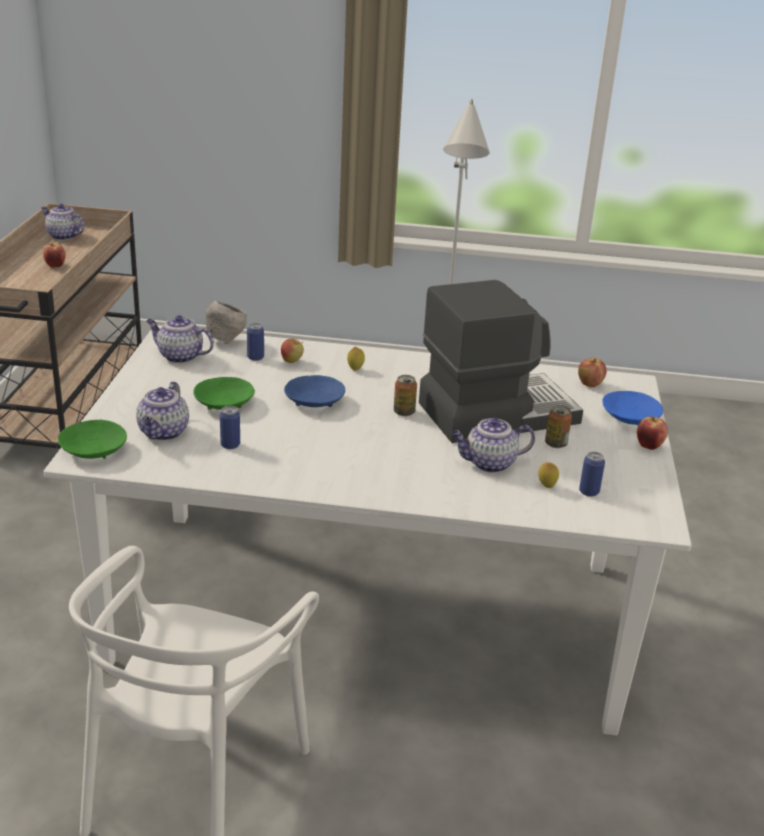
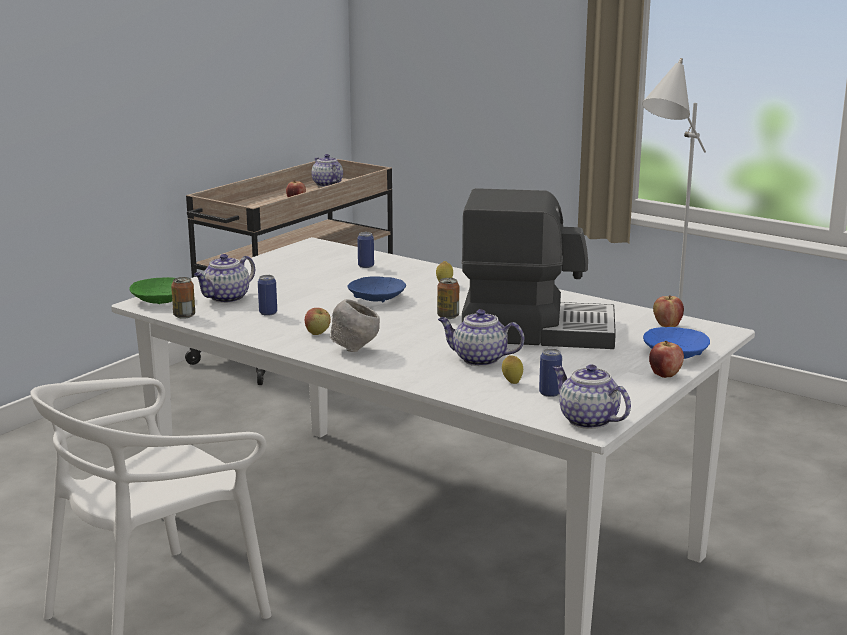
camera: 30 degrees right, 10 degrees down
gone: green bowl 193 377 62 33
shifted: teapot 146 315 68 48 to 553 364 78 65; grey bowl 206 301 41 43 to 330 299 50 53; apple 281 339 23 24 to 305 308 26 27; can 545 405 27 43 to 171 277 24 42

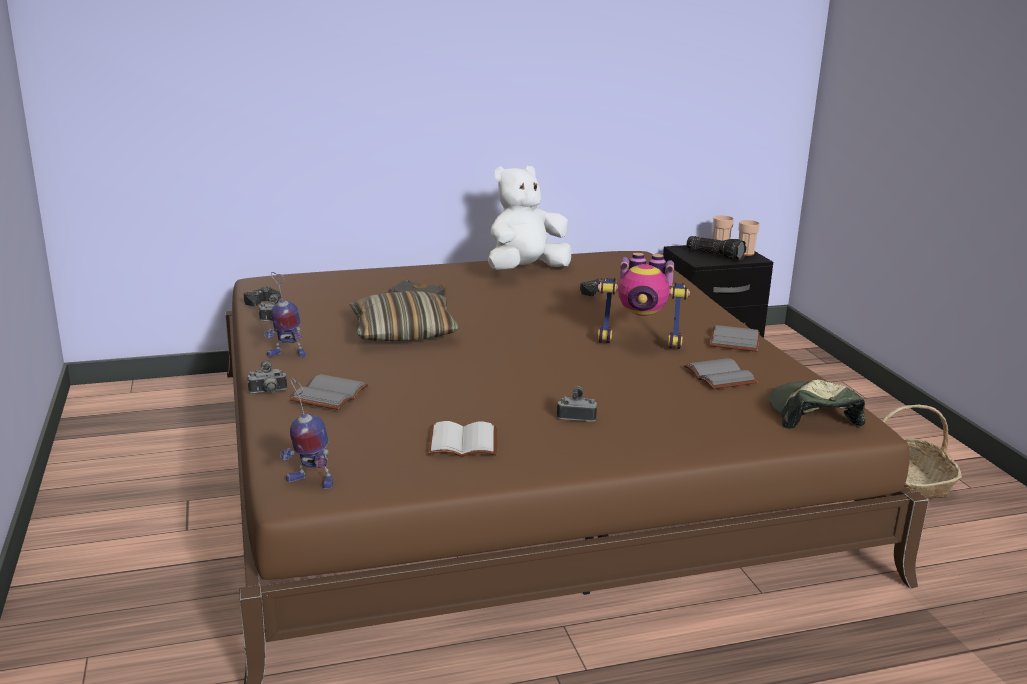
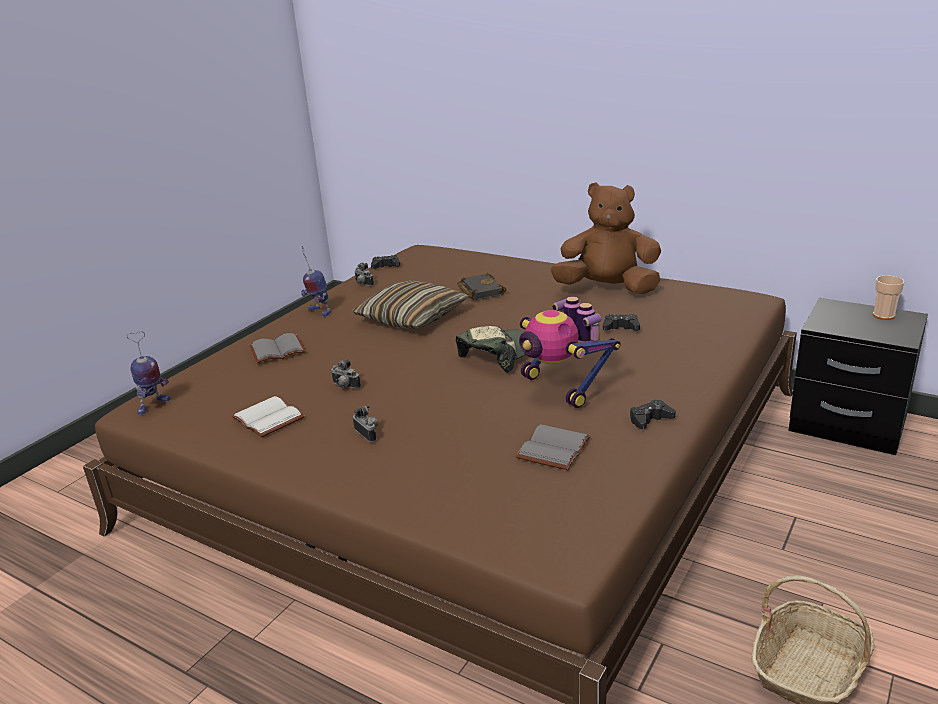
camera: 50 degrees right, 5 degrees up
gone: flashlight 686 236 60 24; cup 738 220 22 36
shifted: photo camera 247 360 40 34 to 331 359 30 30; cap 769 380 96 49 to 456 326 70 47
swapped: grey book 710 325 50 27 to black game controller 630 399 46 30
repainted: white plush toy 488 166 83 104 to brown plush toy 550 182 111 112
rotated: toy robot 280 378 53 111 = 127 331 44 84 120 degrees counterclockwise

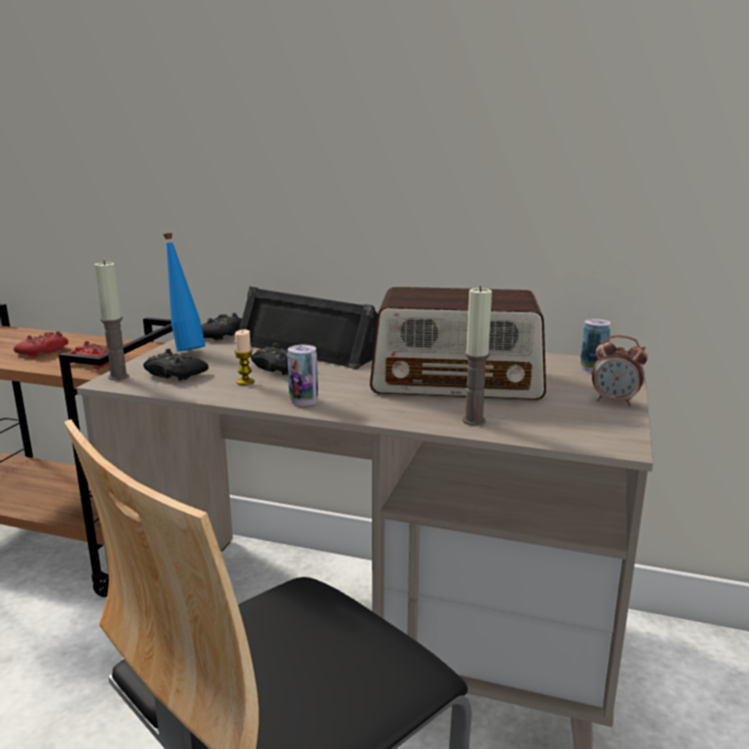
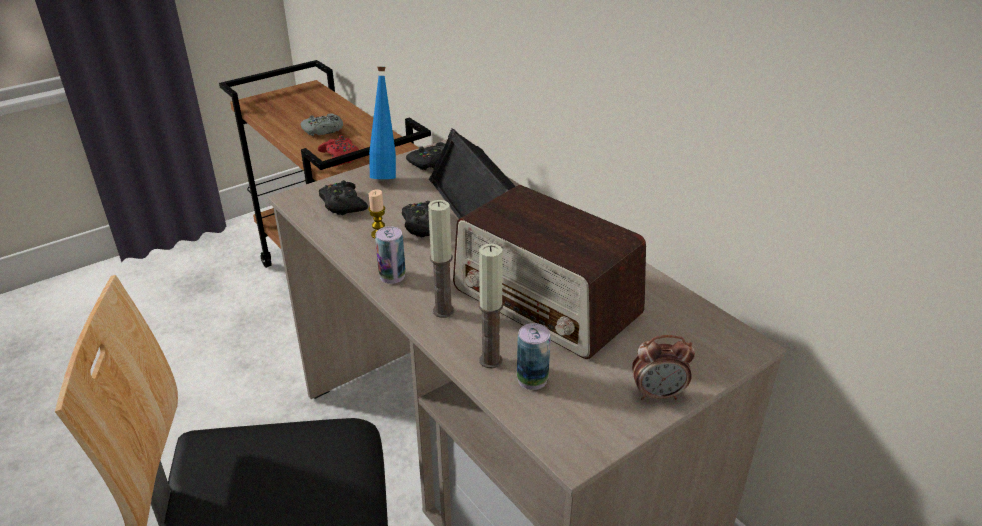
camera: 35 degrees right, 15 degrees up
shifted: candle 94 260 35 120 to 428 200 26 118; can 580 319 31 54 to 517 323 34 67
repainted: red game controller 14 331 54 26 to grey game controller 300 113 43 23
rotated: alarm clock 592 335 56 71 = 632 335 63 65 60 degrees counterclockwise

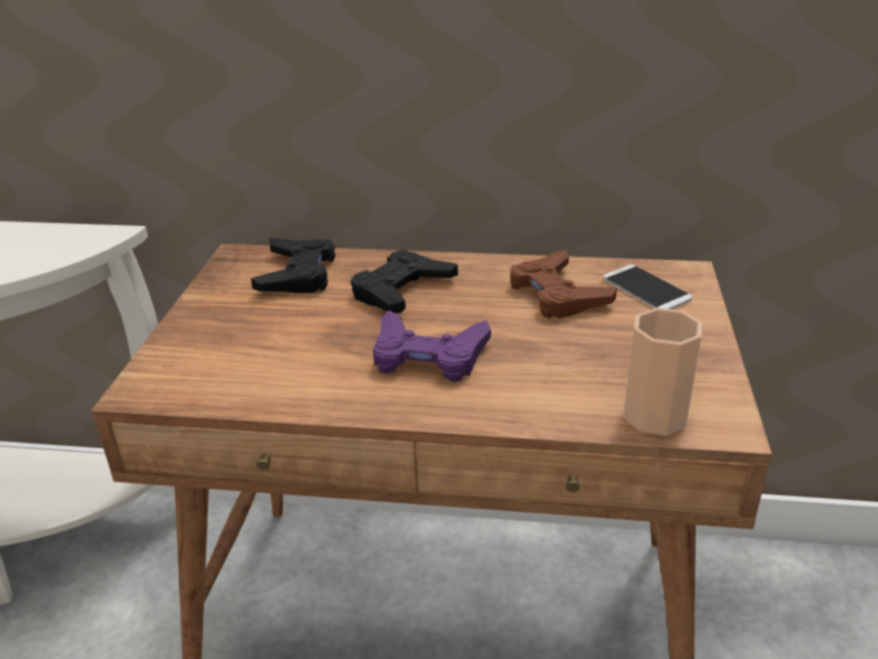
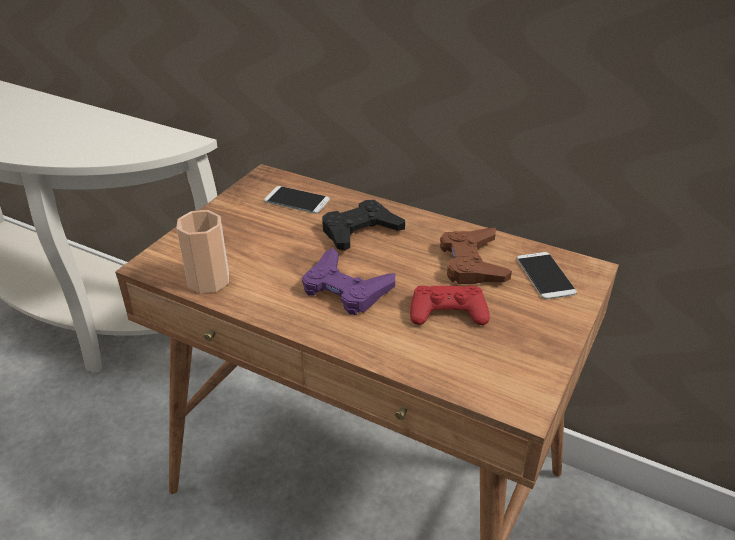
camera: 20 degrees right, 5 degrees up
new: red game controller 410 285 80 40
shifted: cup 623 308 79 128 to 176 210 53 83
swapped: black game controller 251 238 85 55 to phone 264 186 66 28

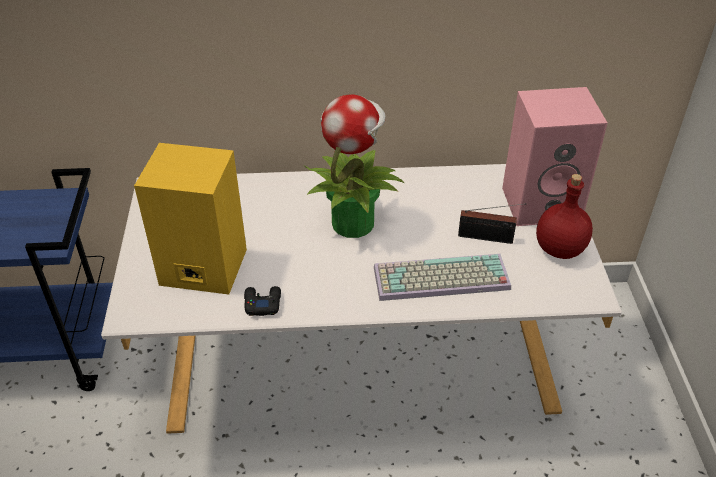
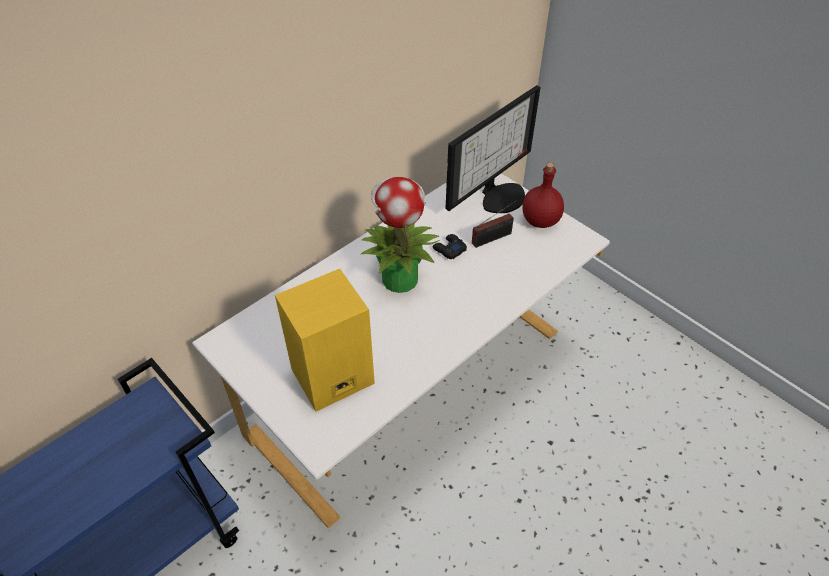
camera: 40 degrees left, 5 degrees up
gone: keyboard 374 254 137 47
shifted: black game controller 244 286 37 30 to 432 234 35 25
swapped: pink speaker 502 87 106 139 to monitor 445 85 96 128

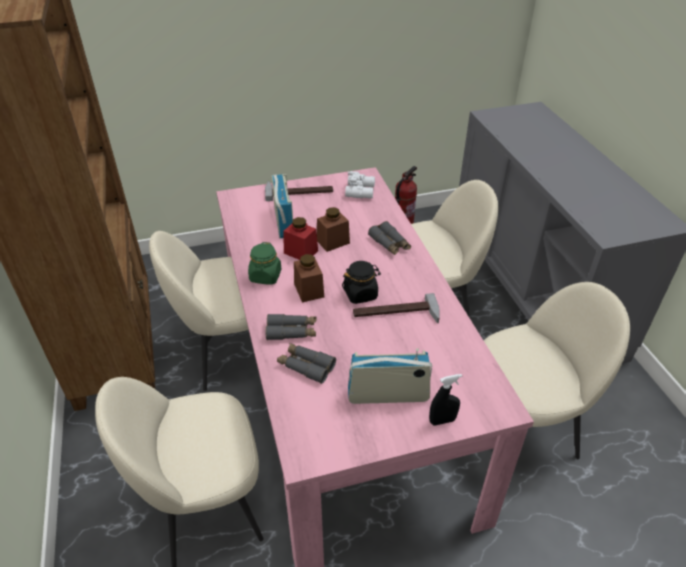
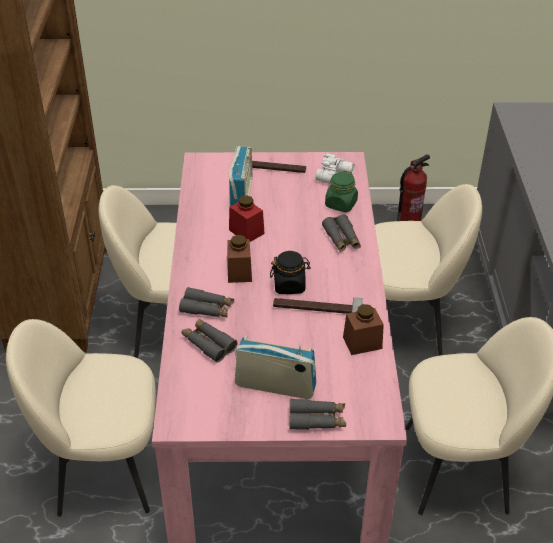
camera: 15 degrees right, 0 degrees up
shifted: green jar 248 242 33 43 to 325 171 33 41; brown jar 317 207 33 45 to 343 304 41 51
swapped: black spray bottle 429 374 33 52 to grey binoculars 289 399 57 31

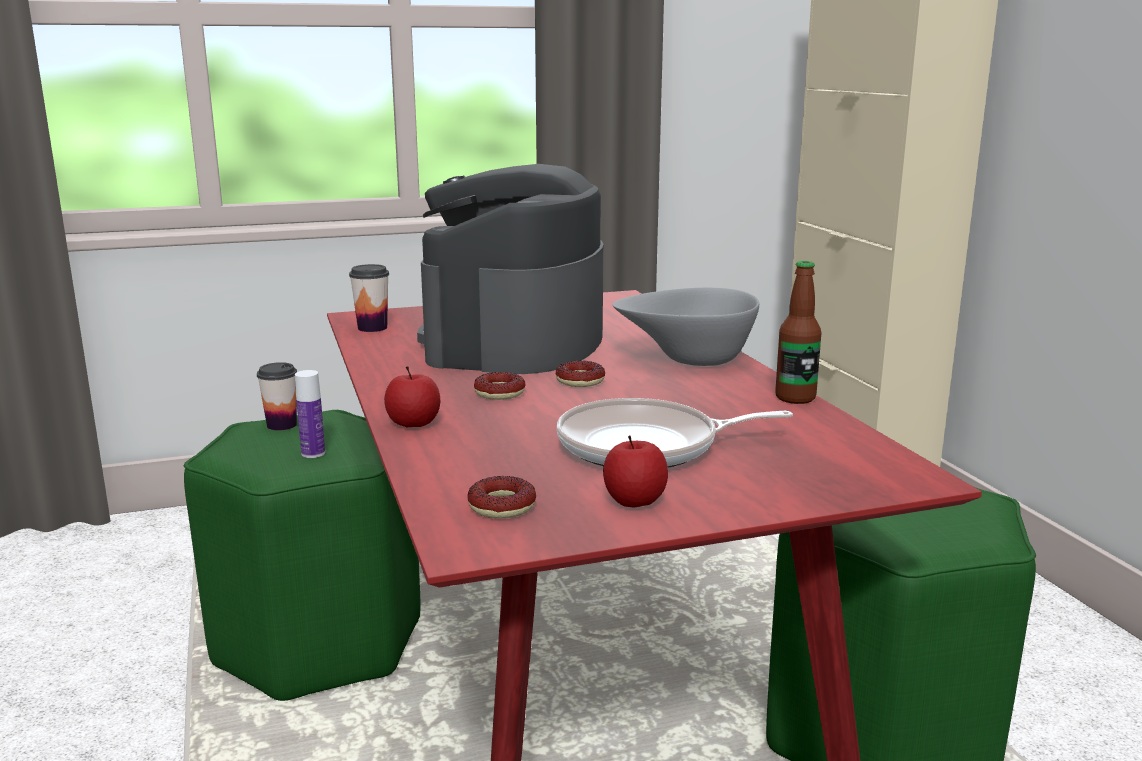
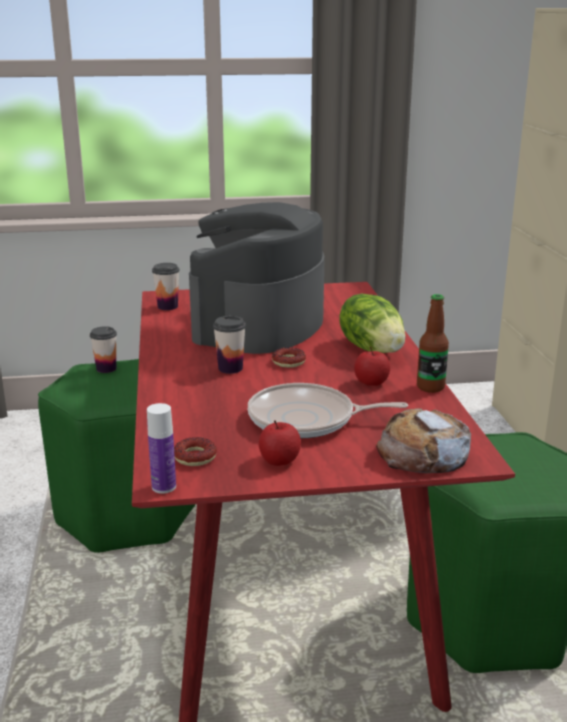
camera: 10 degrees right, 5 degrees up
new: bread 376 408 95 65
shifted: bottle 295 370 30 88 to 147 403 29 91; apple 384 366 56 61 to 354 347 36 39
swapped: donut 474 372 52 28 to cup 213 316 33 58; grey bowl 613 288 146 78 to lettuce 340 294 66 59

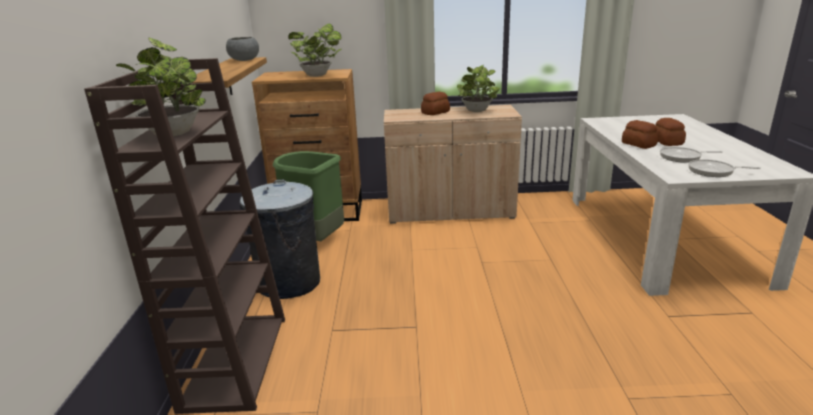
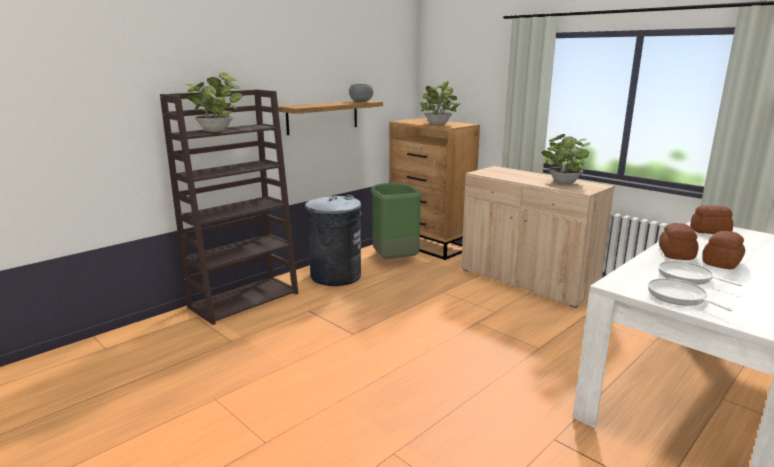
camera: 45 degrees right, 5 degrees down
shifted: bread 421 92 29 23 to 690 205 43 29

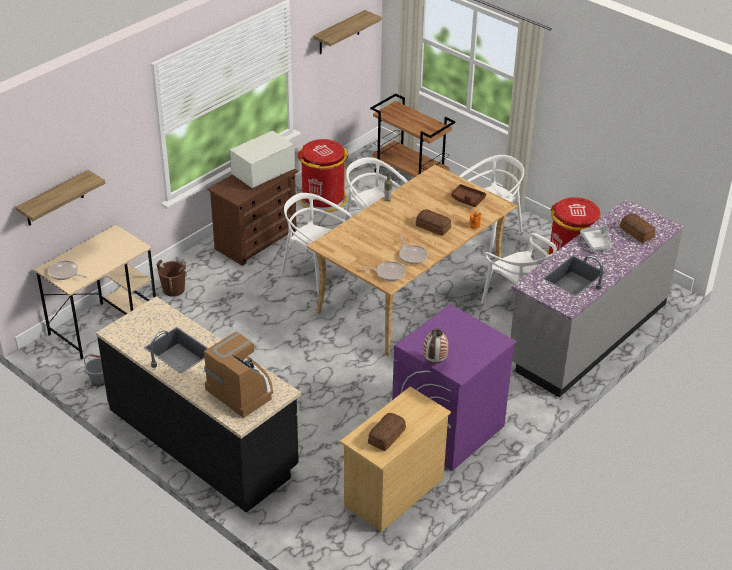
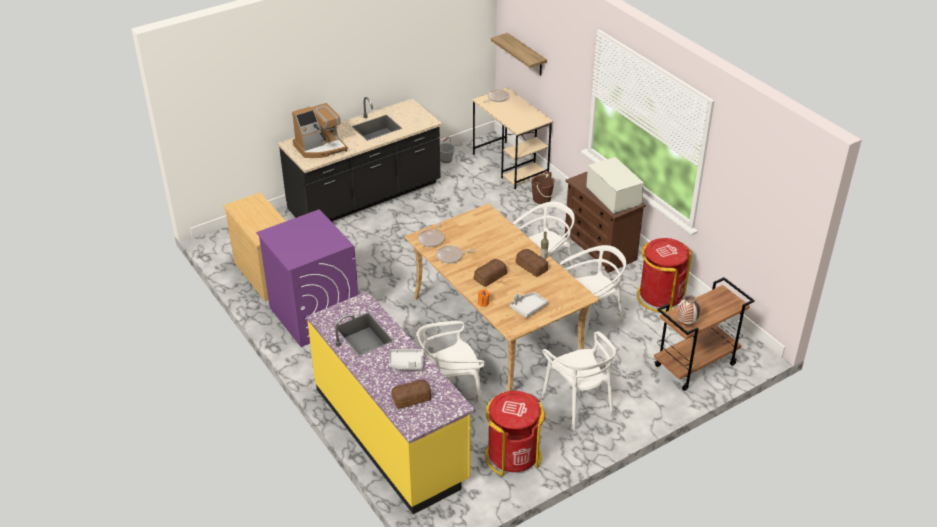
camera: 105 degrees right, 0 degrees up
gone: shelf 313 10 69 44
shifted: bread 368 413 38 38 to 516 249 32 28; vase 423 329 26 34 to 677 295 23 31
repainted: brown tray 451 184 35 23 to grey tray 510 292 38 26; grey counter 510 199 174 198 to yellow counter 306 291 169 223

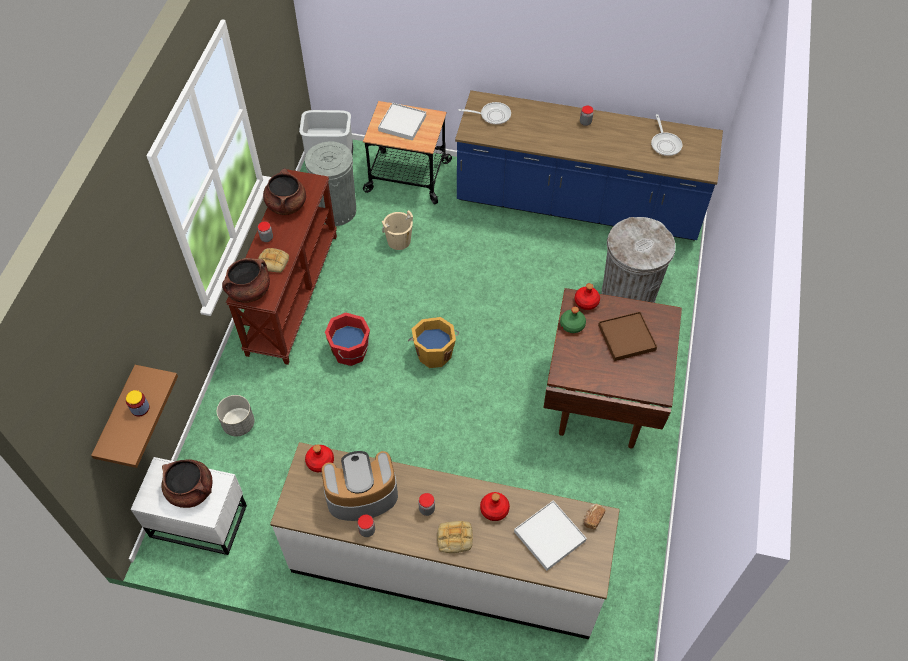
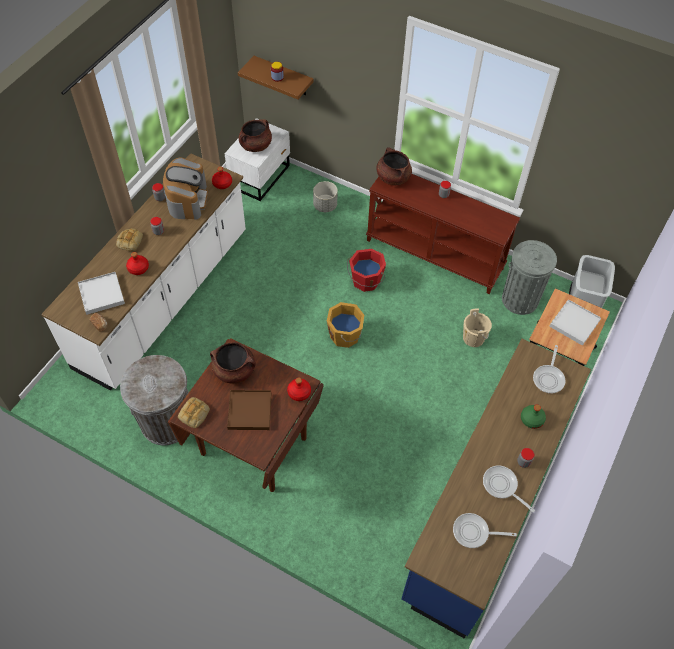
camera: 105 degrees right, 0 degrees up
new: frying pan 483 466 52 46
shifted: bread 258 248 31 25 to 178 397 32 31; brown cooking pot 263 168 43 47 to 210 342 46 42; green bottle 560 307 26 26 to 521 405 25 24; grey trash can 602 217 73 86 to 120 355 69 90

